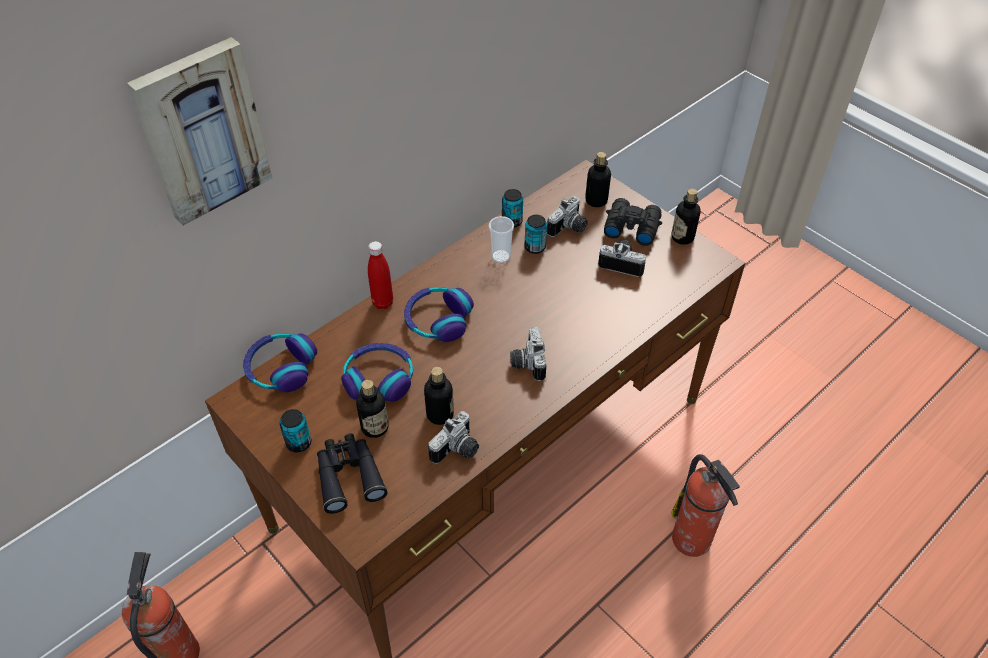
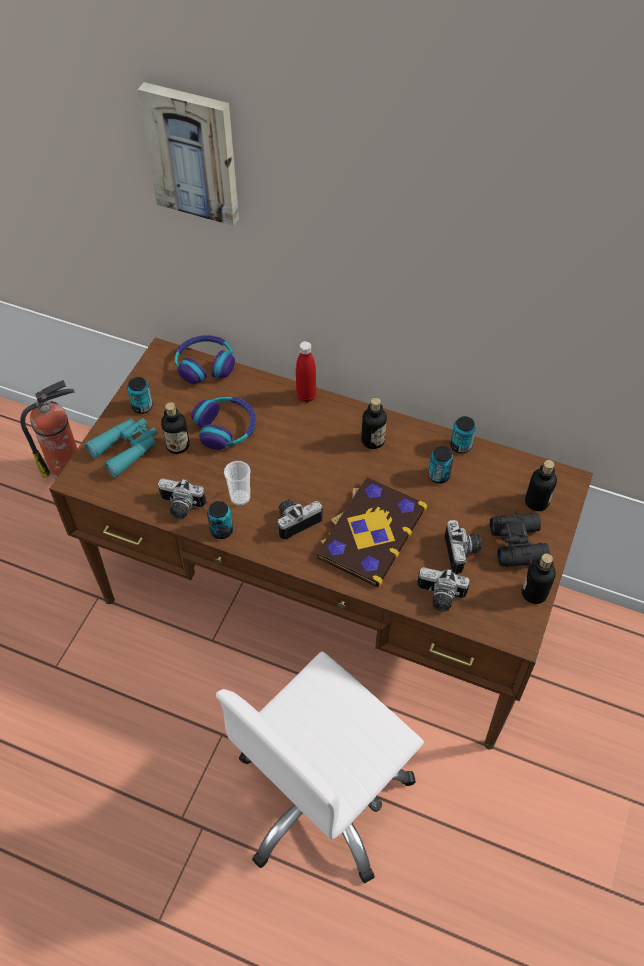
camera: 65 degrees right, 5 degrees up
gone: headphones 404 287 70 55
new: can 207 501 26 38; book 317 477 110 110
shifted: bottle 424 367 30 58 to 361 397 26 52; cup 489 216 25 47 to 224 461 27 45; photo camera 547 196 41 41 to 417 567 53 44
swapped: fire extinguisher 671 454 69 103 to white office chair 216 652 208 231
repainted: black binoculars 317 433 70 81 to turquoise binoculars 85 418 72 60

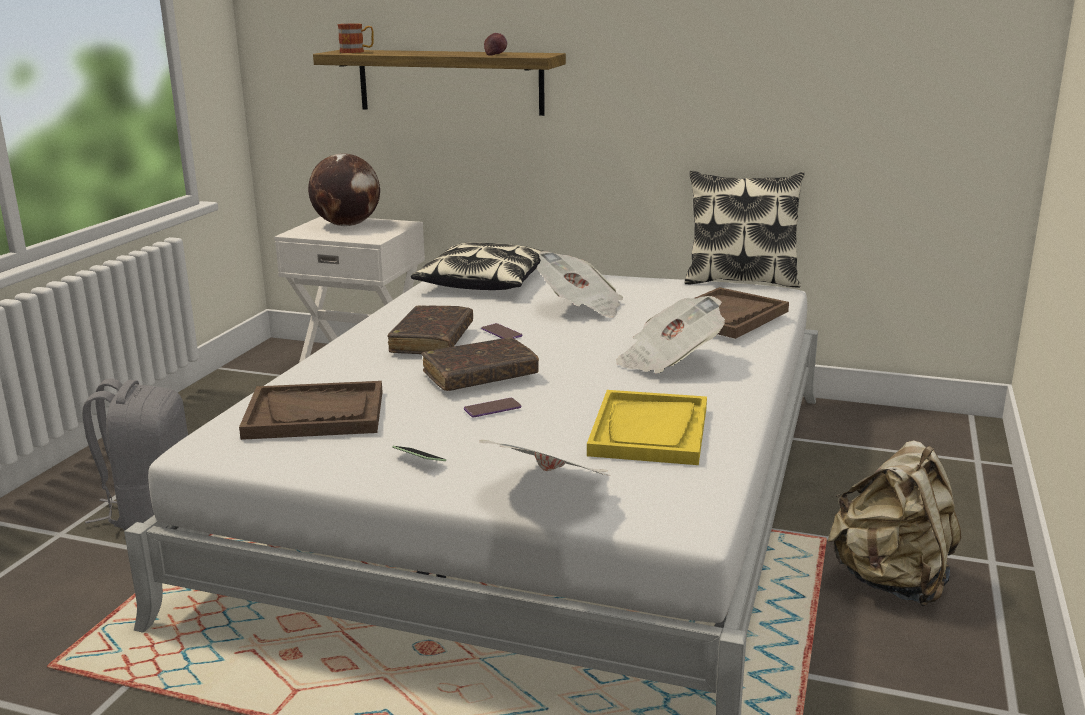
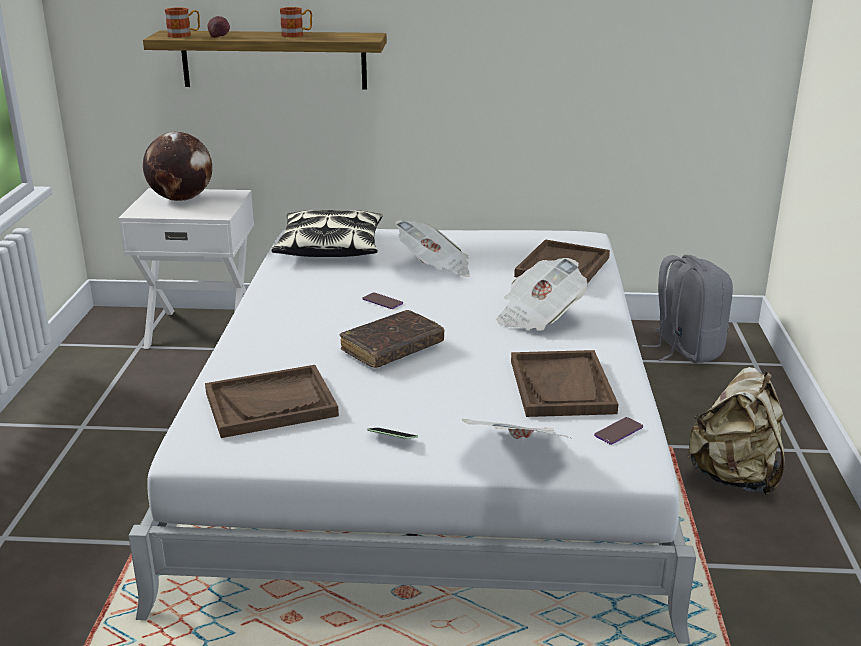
camera: 15 degrees left, 5 degrees up
gone: brown book 388 305 85 49; pillow 685 171 119 117
new: mug 280 7 32 30
shifted: grey backpack 82 379 106 152 to 642 255 91 109; phone 464 398 57 19 to 594 417 49 28; apple 484 33 23 23 to 207 16 23 22
repainted: yellow tray 587 390 120 75 to brown tray 511 350 108 67

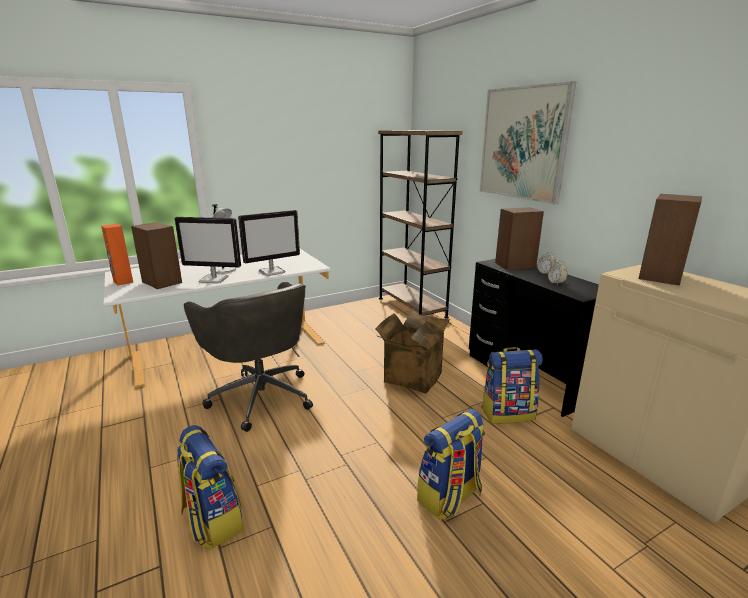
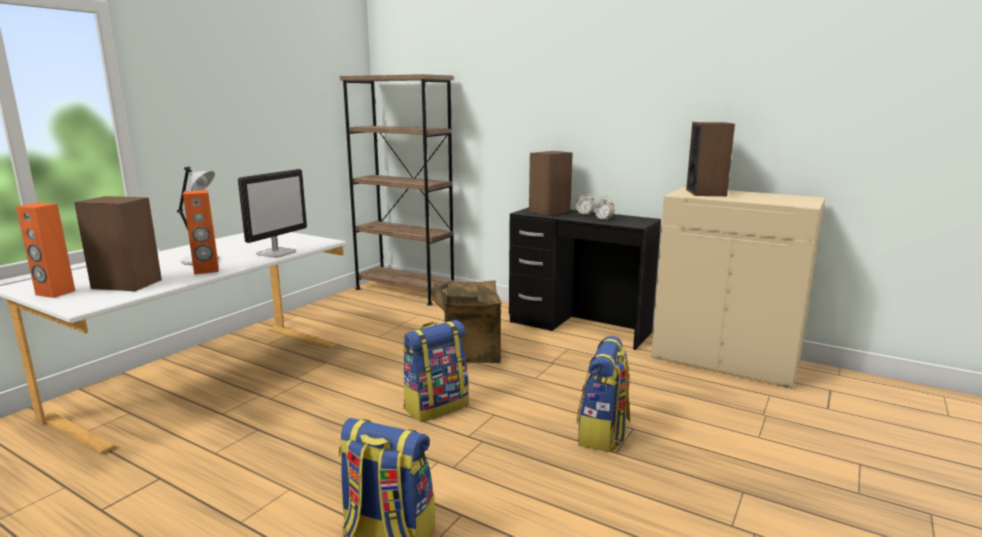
camera: 30 degrees left, 5 degrees down
gone: grey office chair 184 282 129 150; picture 480 81 96 124
shifted: backpack 482 347 61 77 to 402 320 67 102
swapped: monitor 174 217 67 66 to orange speaker 183 190 36 84

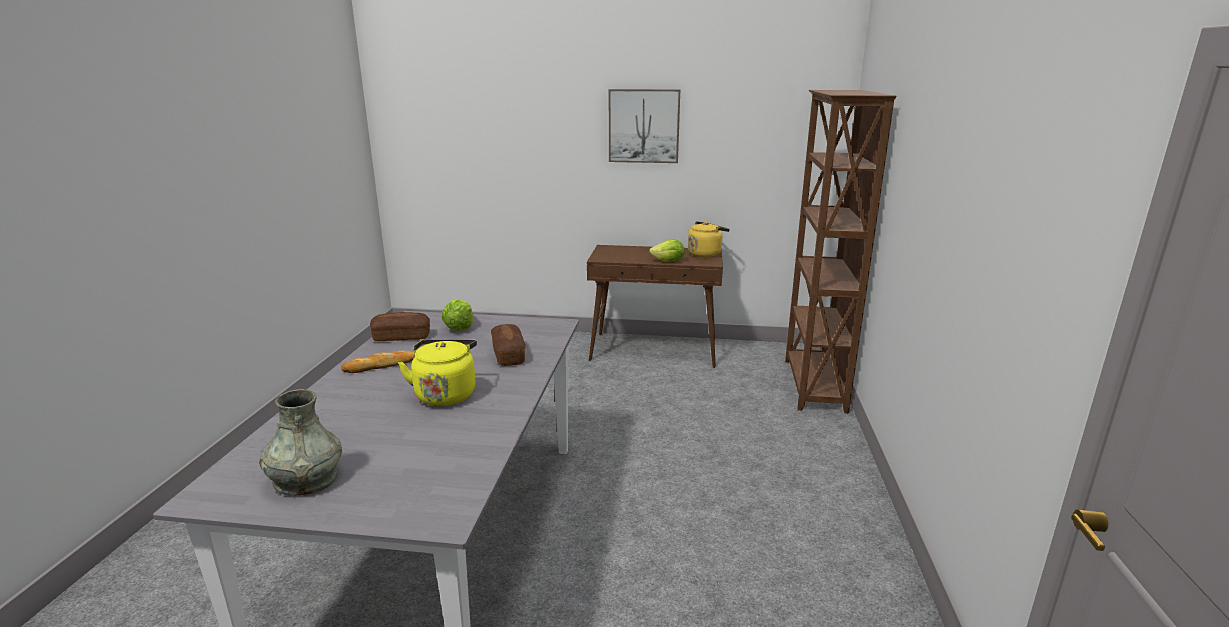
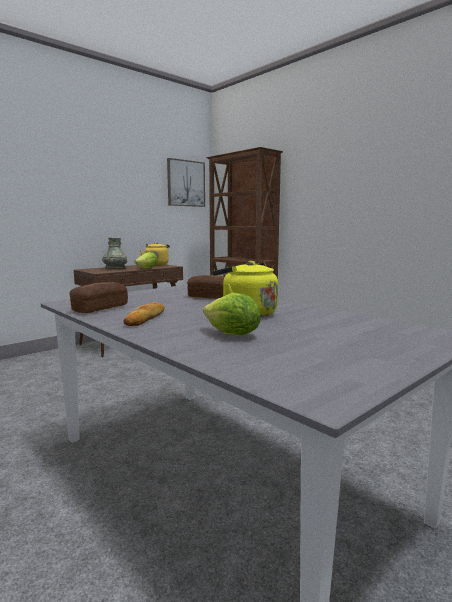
camera: 50 degrees left, 10 degrees down
shifted: grey vase 259 389 83 107 to 102 238 25 31; lettuce 442 299 32 32 to 203 293 57 42; picture 609 89 71 74 to 167 158 38 49

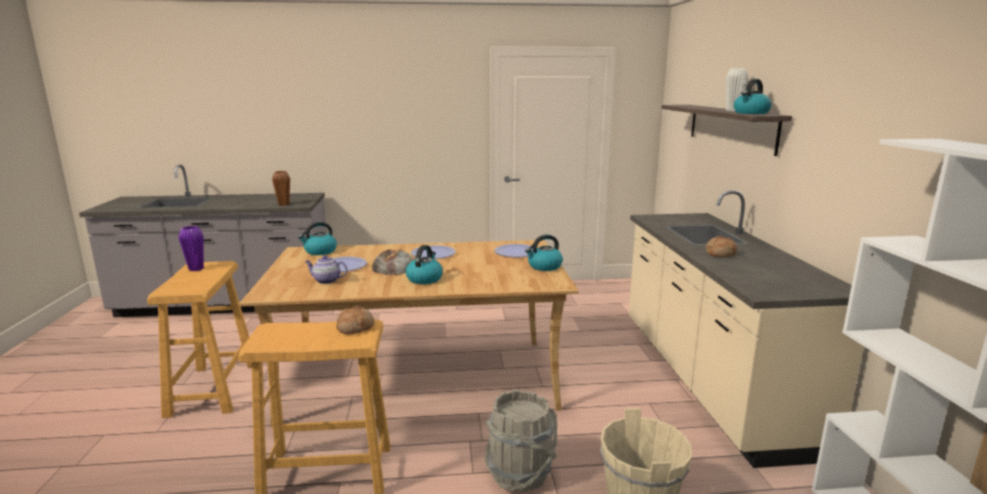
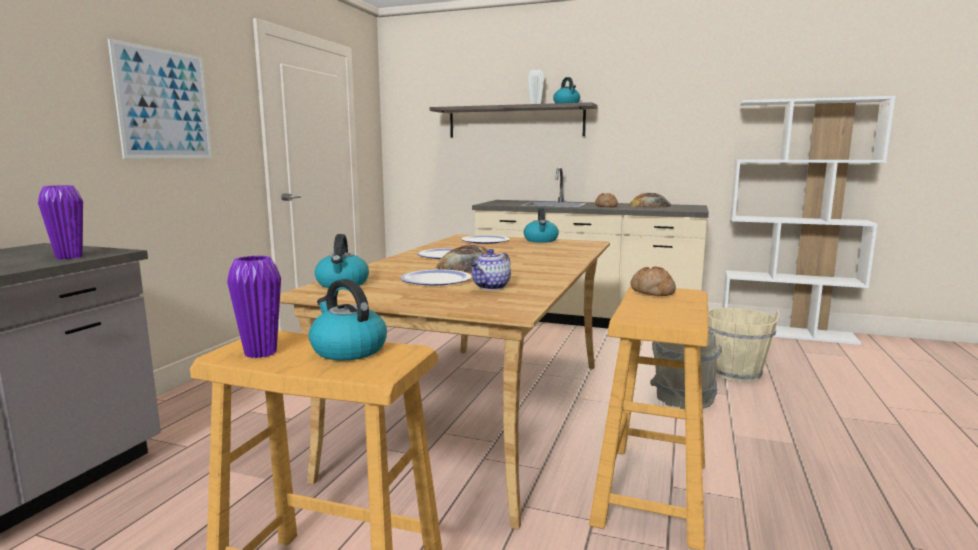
camera: 65 degrees left, 5 degrees down
new: picture 108 39 104 120; bread 630 193 42 15
shifted: kettle 406 245 37 39 to 309 279 78 81
repainted: brown vase 272 171 18 35 to purple vase 38 185 45 74

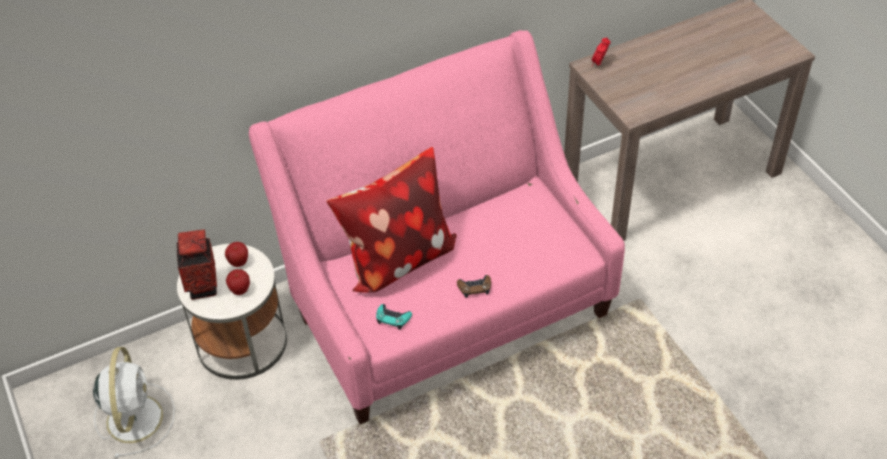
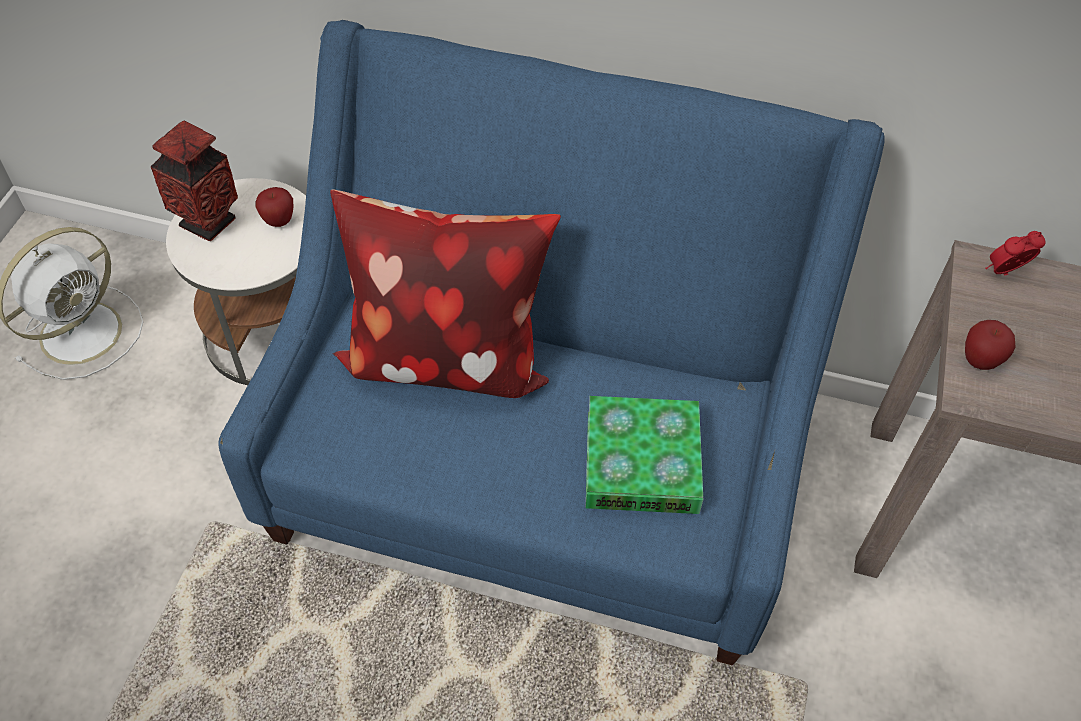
camera: 40 degrees right, 5 degrees up
gone: turquoise game controller 376 304 36 26; brown game controller 457 275 34 23
new: book 586 396 117 118
shifted: apple 226 269 24 26 to 965 320 51 50
repainted: pink sofa 249 30 376 394 to blue sofa 218 20 667 645

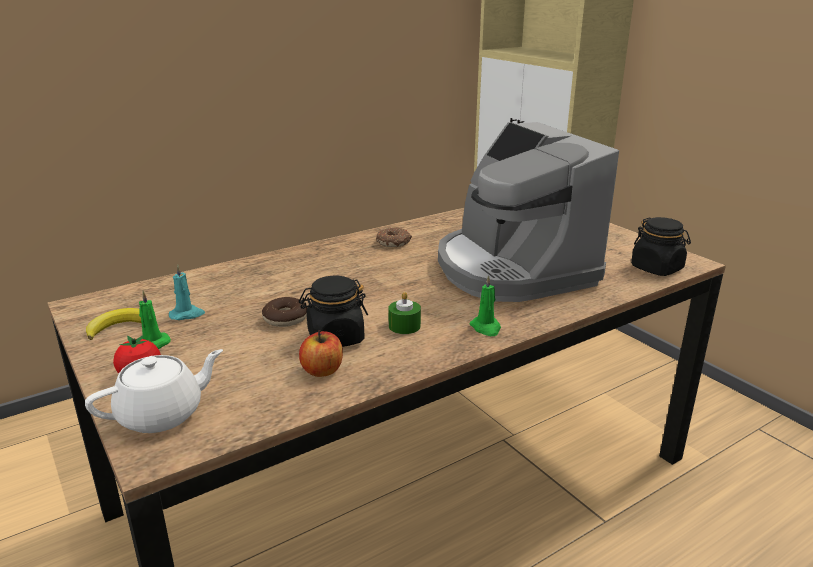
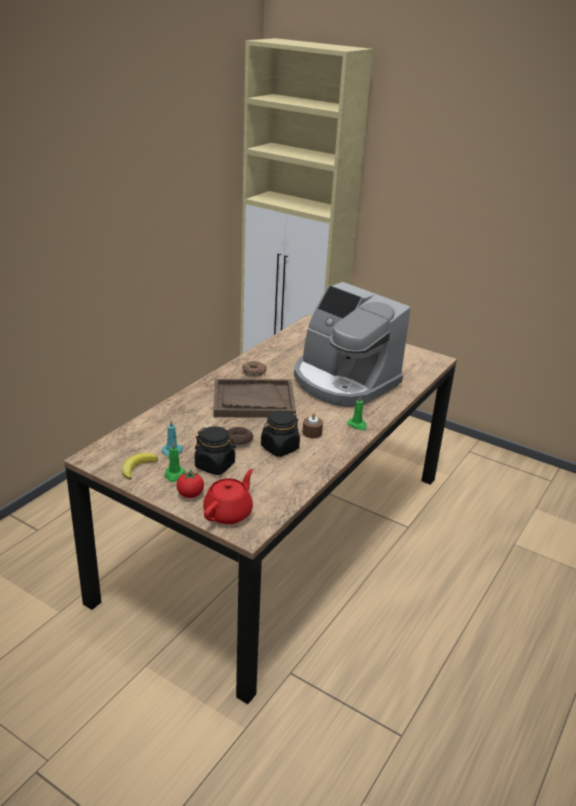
camera: 25 degrees left, 5 degrees up
gone: apple 299 330 44 47
new: brown tray 213 379 83 39
shifted: black jar 631 217 60 59 to 195 426 41 49
repainted: white teapot 85 349 138 84 to red teapot 203 469 50 55; green candle 388 292 33 42 to brown candle 302 413 21 25

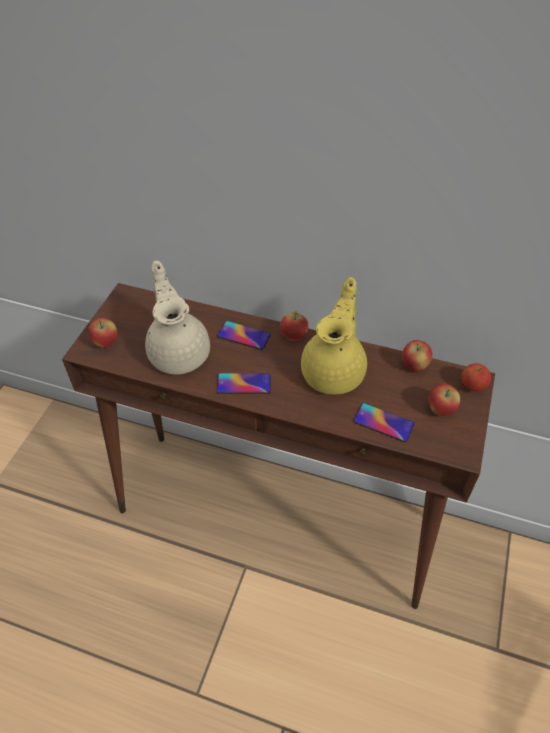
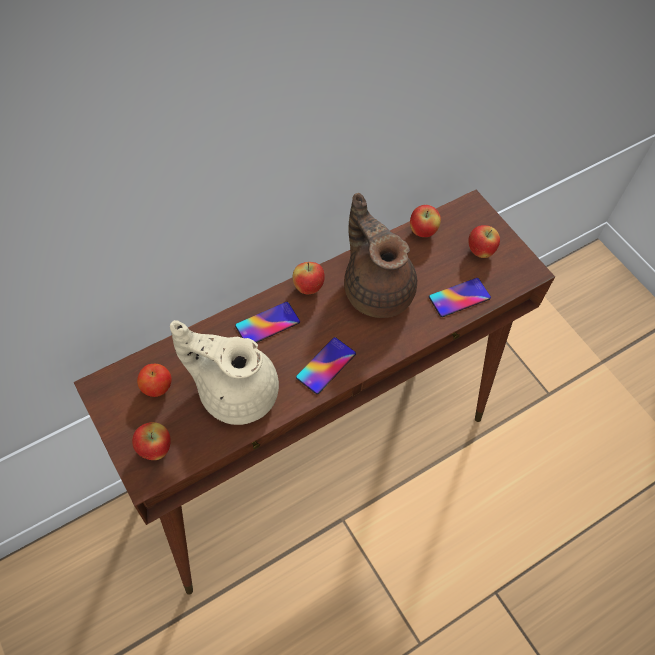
camera: 55 degrees left, 10 degrees up
shifted: apple 462 363 29 28 to 137 364 35 33
repainted: yellow teapot 301 277 66 117 to brown teapot 344 193 73 125

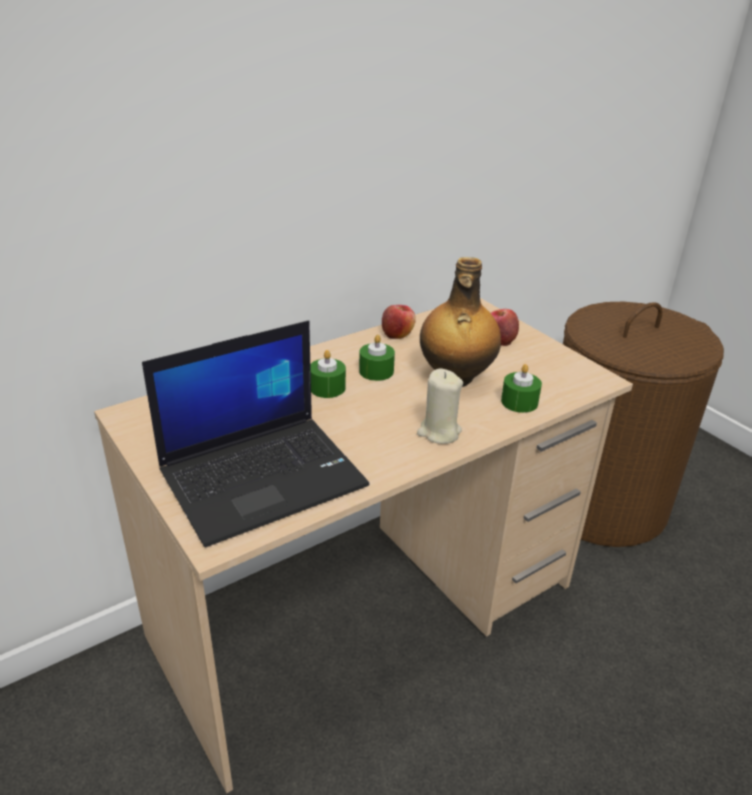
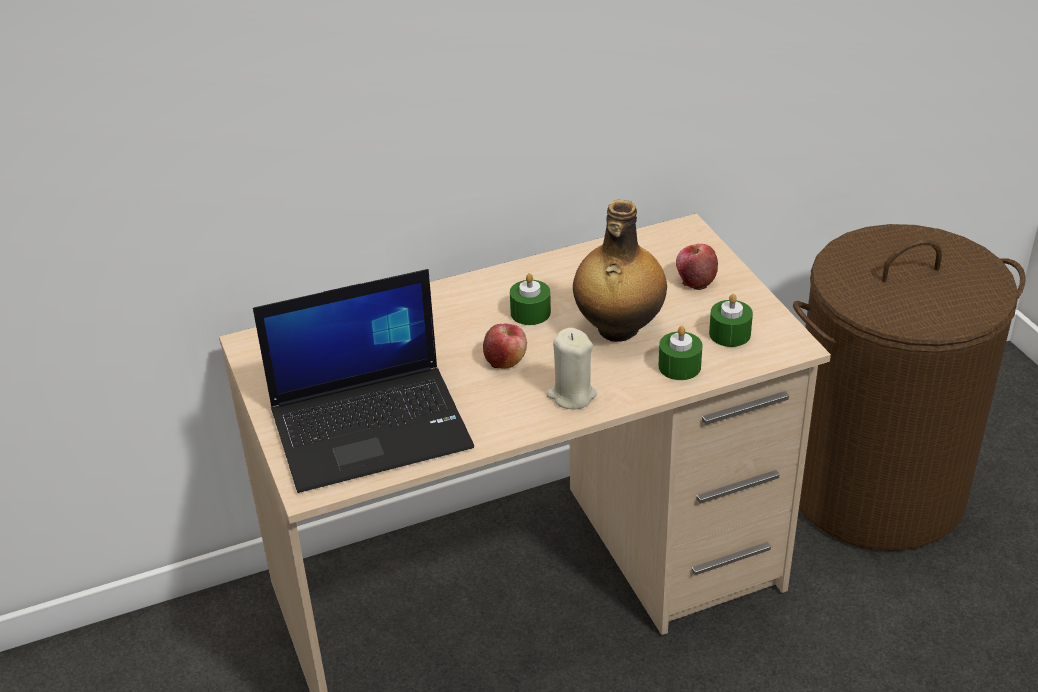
camera: 15 degrees right, 5 degrees up
shifted: green candle 310 350 36 48 to 709 294 44 53; apple 382 305 34 34 to 483 323 44 46

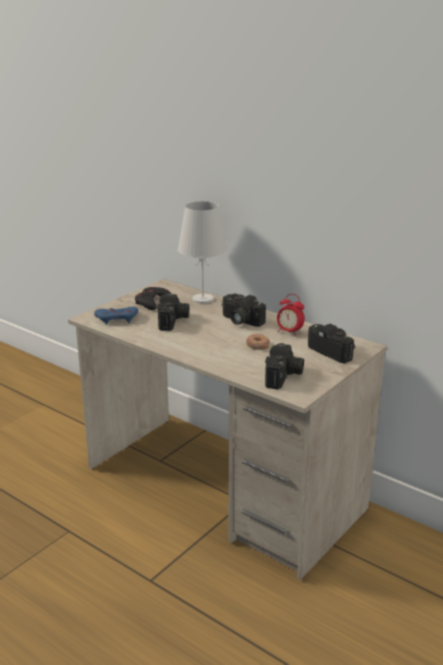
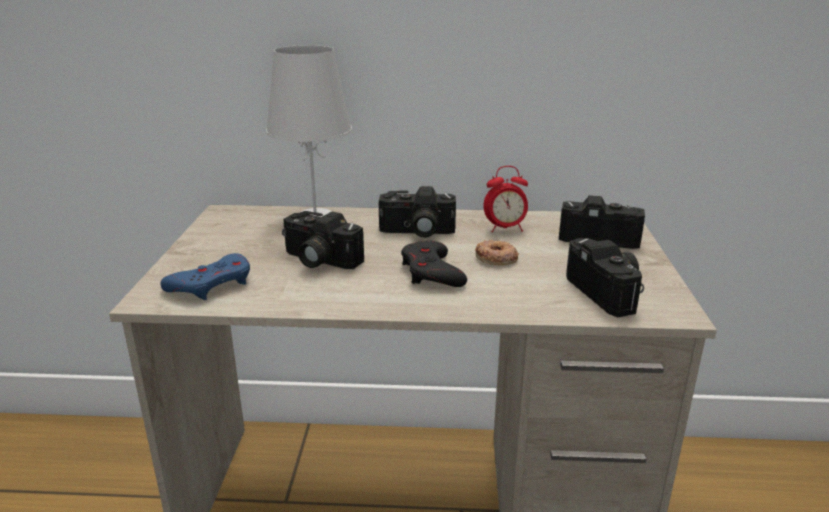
camera: 35 degrees left, 0 degrees up
shifted: black game controller 135 287 36 23 to 401 241 66 46
rotated: photo camera 157 293 32 38 = 282 211 82 58 150 degrees clockwise

